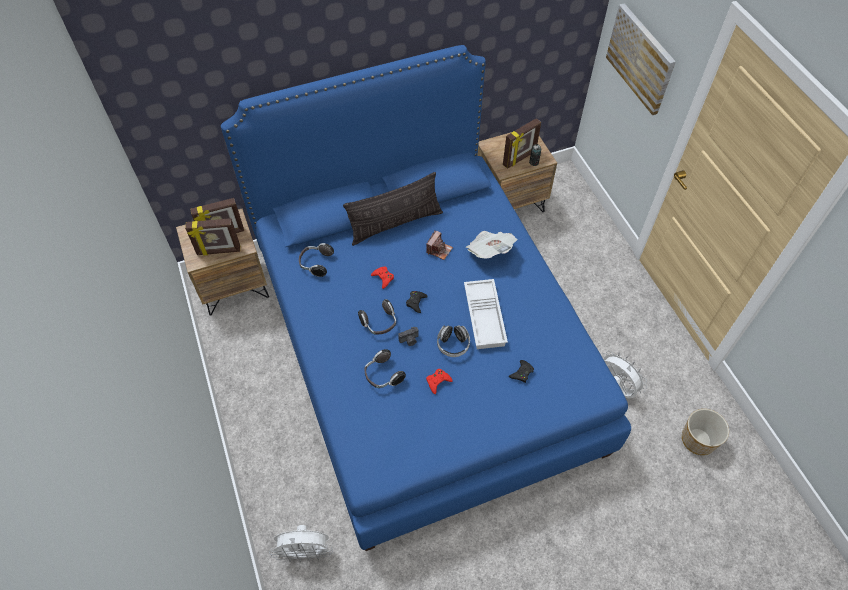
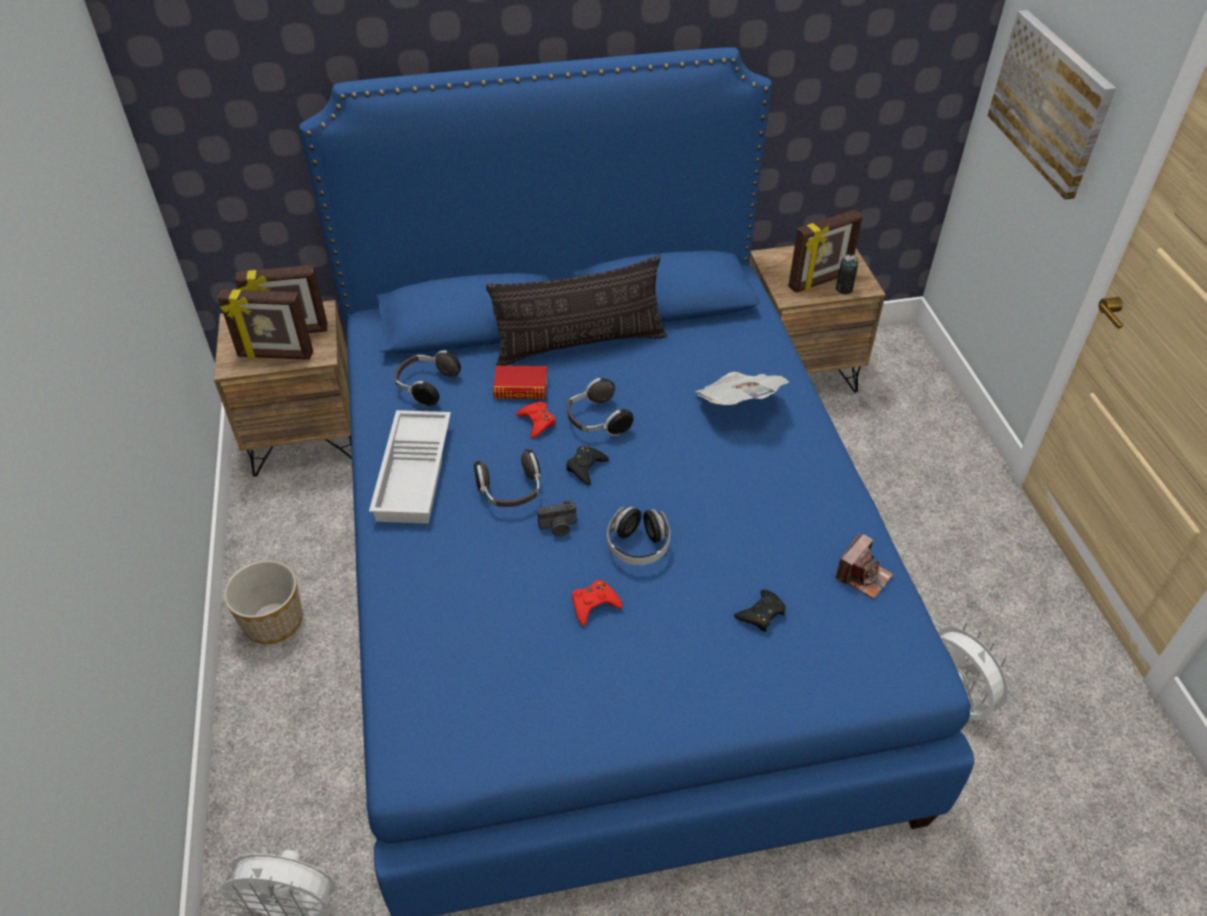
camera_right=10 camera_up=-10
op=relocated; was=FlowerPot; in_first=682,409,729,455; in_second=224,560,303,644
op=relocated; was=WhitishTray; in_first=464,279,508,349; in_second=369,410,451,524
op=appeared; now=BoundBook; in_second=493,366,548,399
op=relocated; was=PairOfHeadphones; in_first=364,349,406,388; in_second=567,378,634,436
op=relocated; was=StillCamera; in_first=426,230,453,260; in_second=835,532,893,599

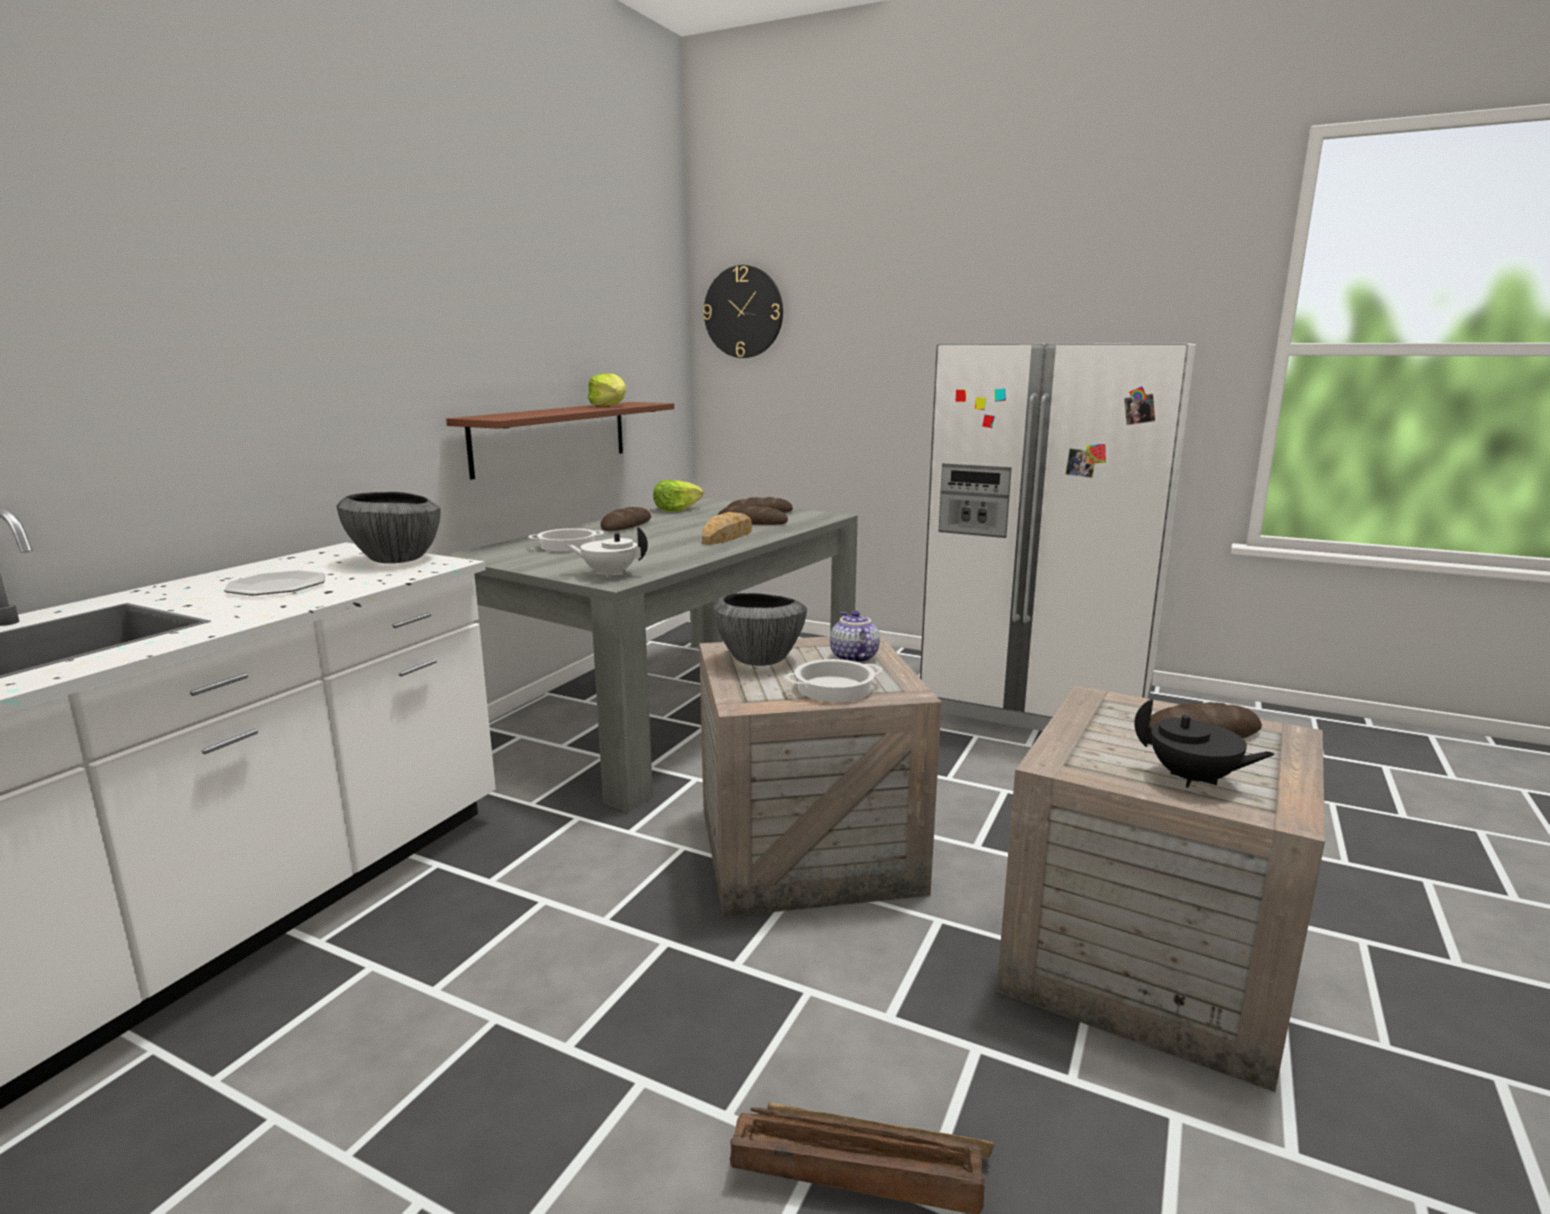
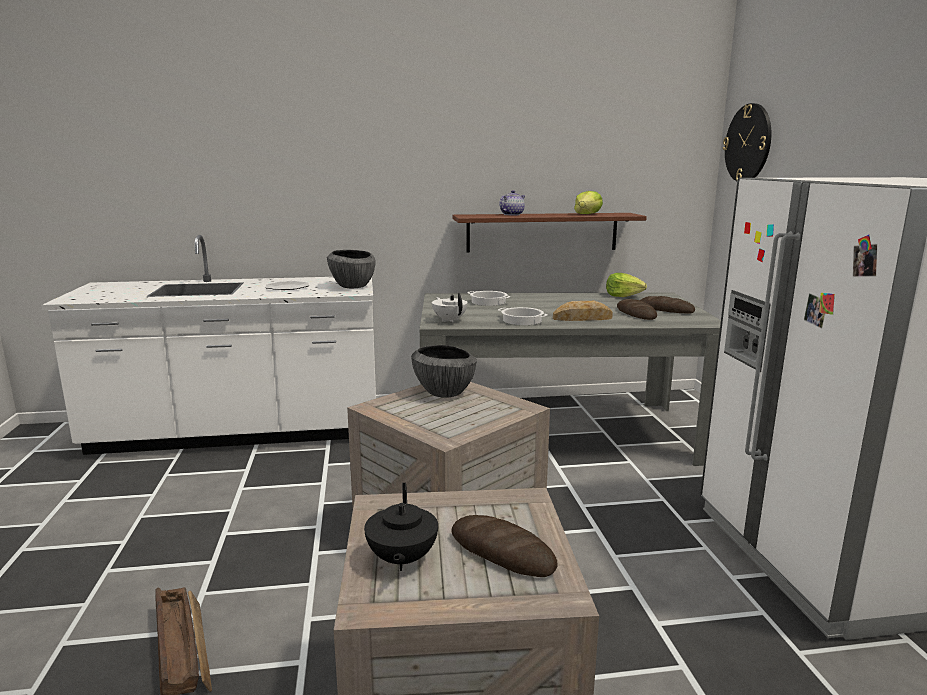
camera_right=55 camera_up=0
op=relocated; was=Saucepot; in_first=784,659,882,702; in_second=498,307,548,325
op=relocated; was=TeaPot; in_first=830,611,880,663; in_second=499,190,525,215
op=missing; was=BakedBread; in_first=600,507,651,531

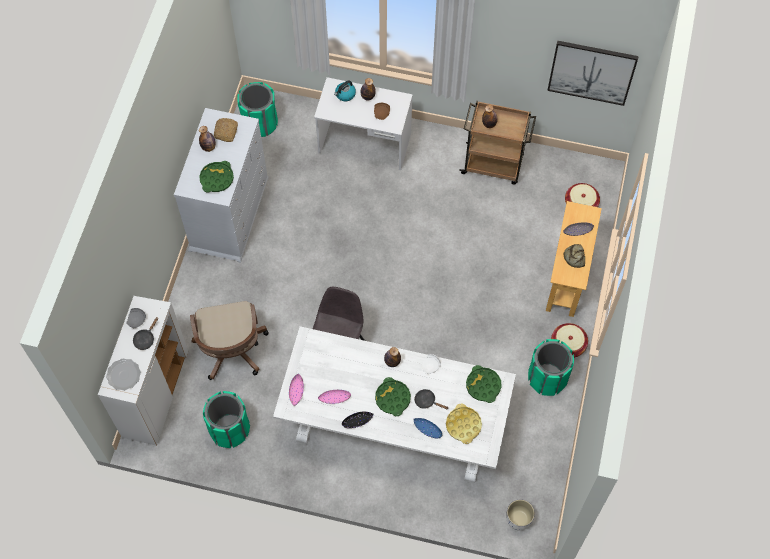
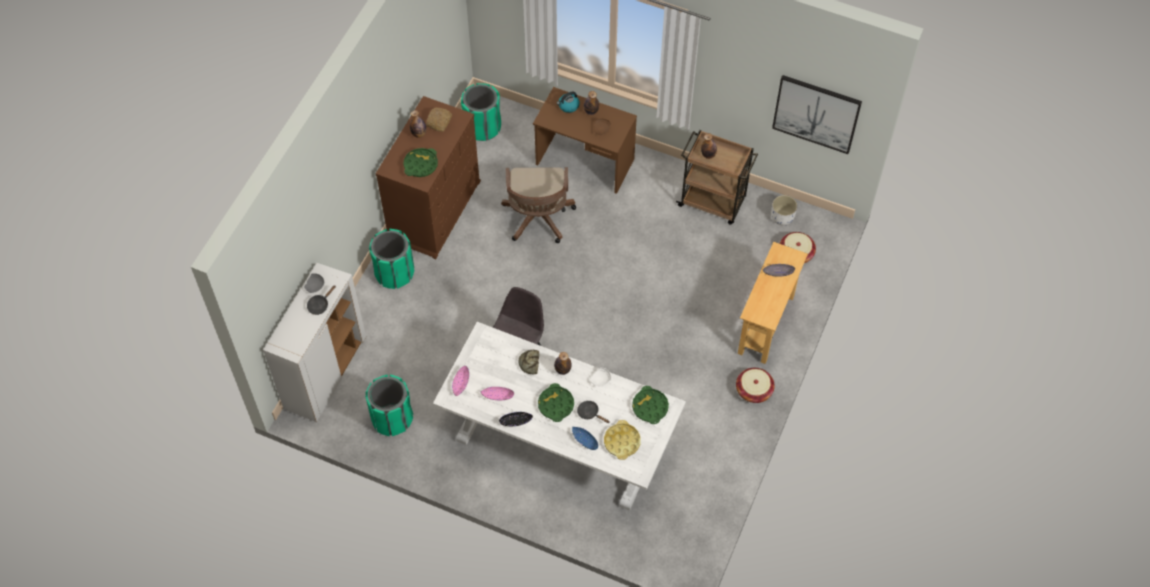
camera_right=10 camera_up=-5
op=relocated; was=GreenishTrashCan; in_first=528,339,574,396; in_second=369,229,414,289
op=colour; was=WhitishChestOfDrawers; now=BrownChestOfDrawers; in_first=174,108,269,263; in_second=376,96,481,259
op=relocated; was=BrownDeskChair; in_first=190,301,269,380; in_second=501,167,576,243
op=relocated; was=BakedBread; in_first=564,244,585,268; in_second=518,350,539,374
op=colour; was=WhitishDeskTable; now=BrownDeskTable; in_first=314,77,413,170; in_second=533,87,637,194
op=relocated; was=WhitishFlowerPot; in_first=506,500,535,531; in_second=771,195,797,226
op=missing; was=FlatDish; in_first=106,359,141,390

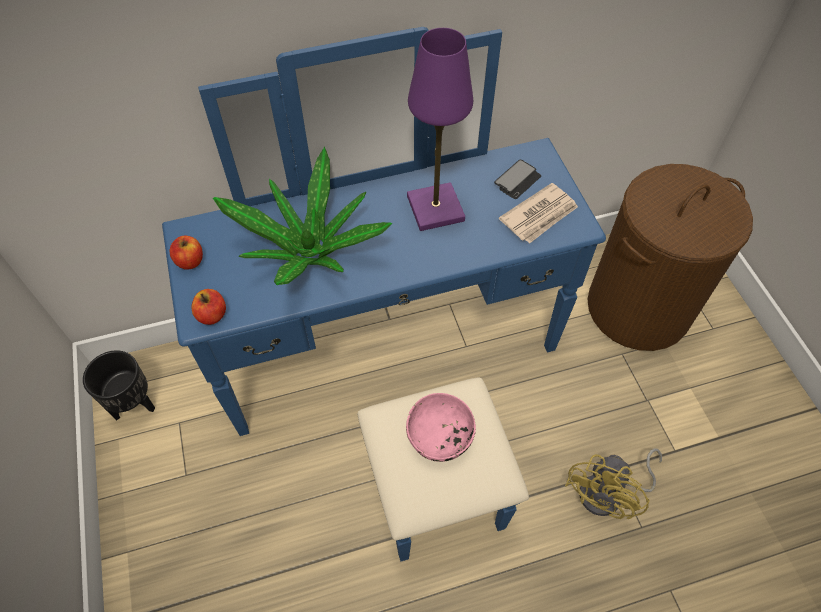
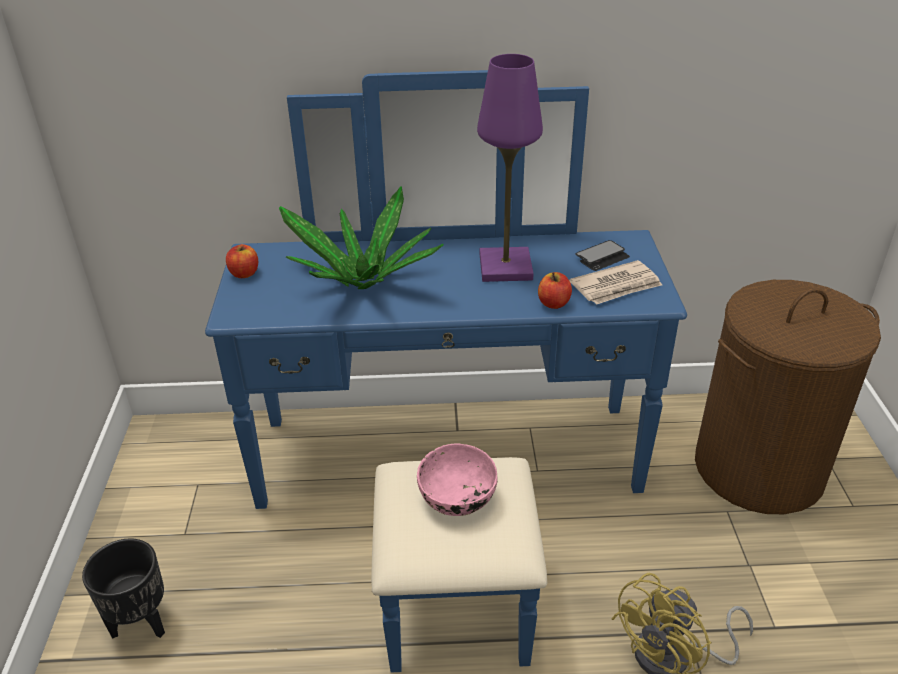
camera_right=15 camera_up=-20
op=relocated; was=BlackishFlowerPot; in_first=83,350,155,420; in_second=82,538,165,639
op=relocated; was=WholeApple; in_first=192,289,226,325; in_second=538,272,572,309

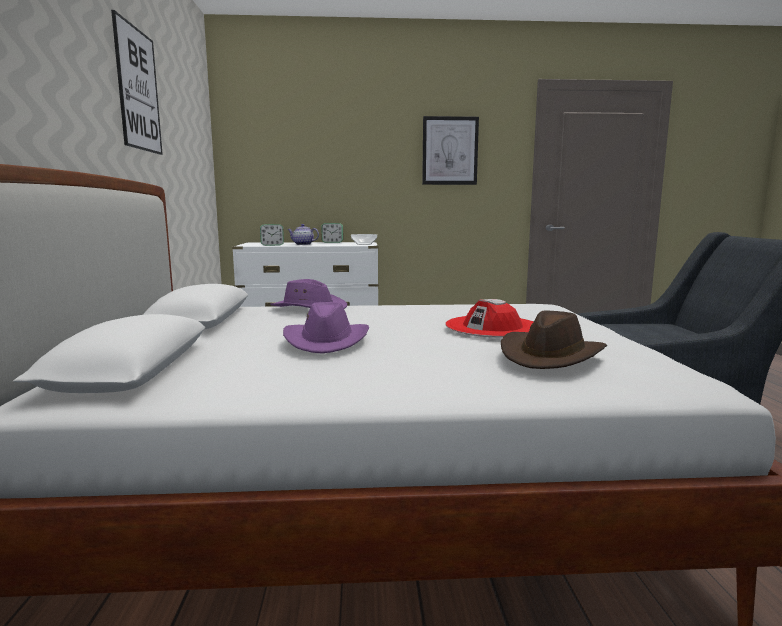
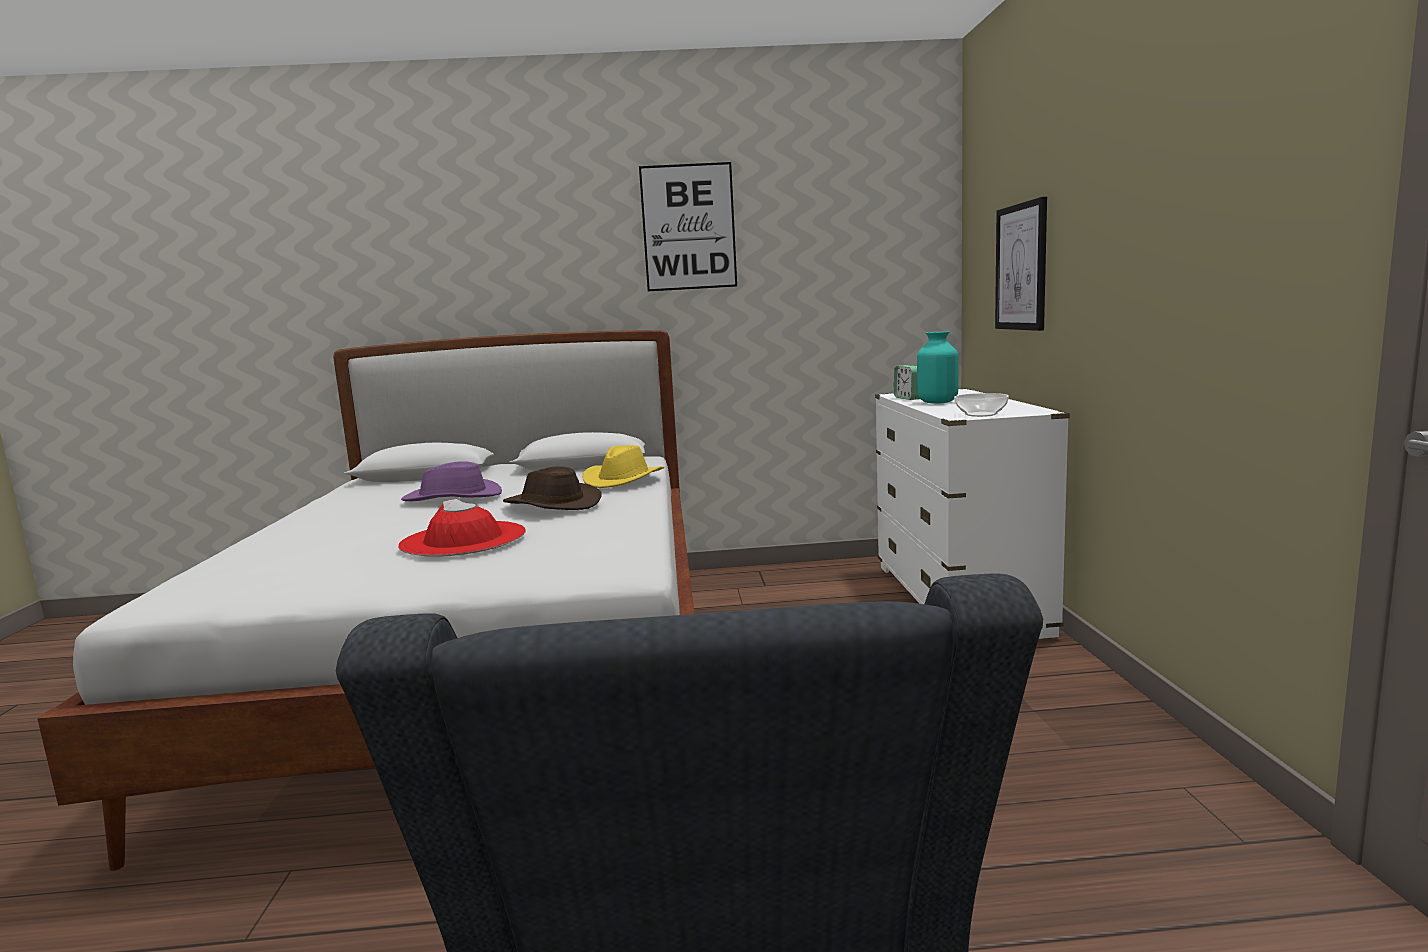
camera_right=90 camera_up=0
op=relocated; was=BrownHat; in_first=501,311,607,369; in_second=503,466,601,510
op=colour; was=PurplishHat; now=YellowishHat; in_first=270,279,347,309; in_second=583,445,664,488
op=exchanged; was=TeaPot; now=TurquoiseVase; in_first=287,224,319,245; in_second=917,331,959,404
op=relocated; was=Picture; in_first=422,116,479,185; in_second=995,196,1047,331
op=missing; was=BedsideClock; in_first=321,223,343,243

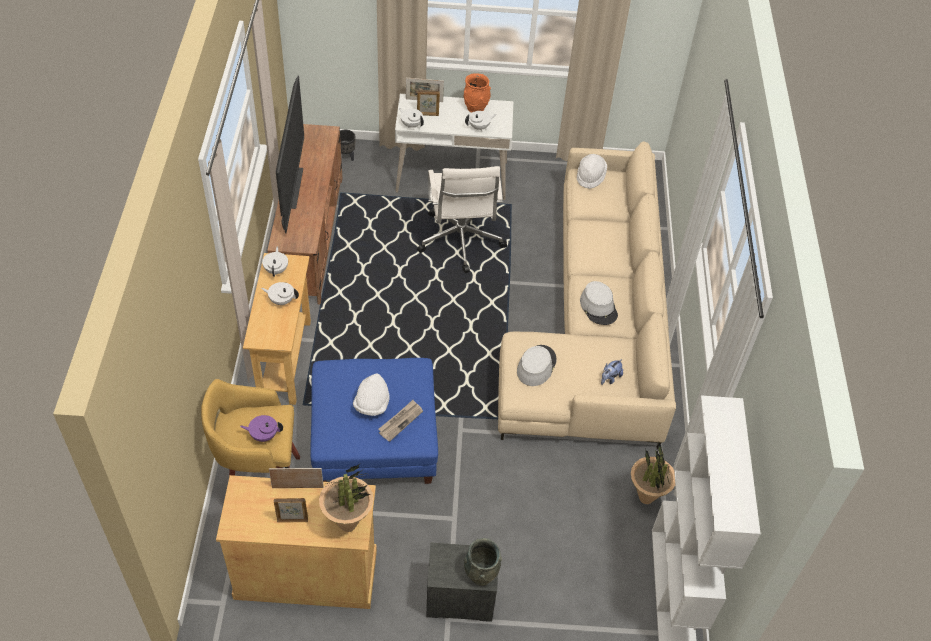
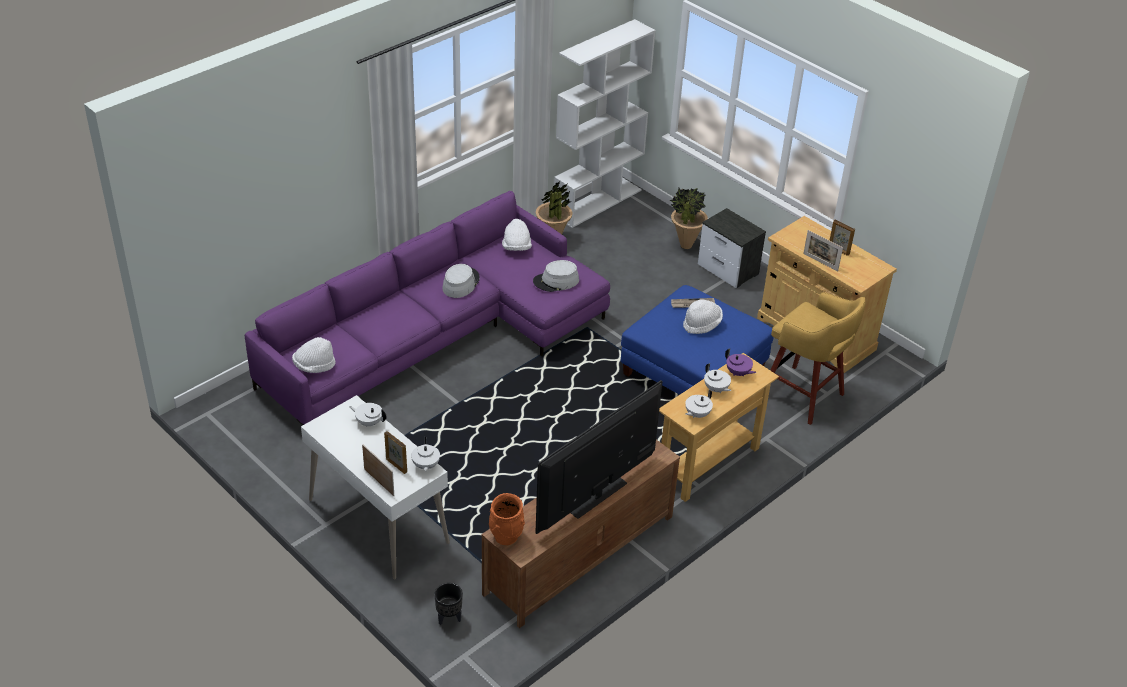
camera_right=-135 camera_up=-10
op=colour; was=BeigeCouch; now=PurplishCouch; in_first=498,142,676,449; in_second=245,191,610,425
op=relocated; was=OrangeVase; in_first=463,73,491,113; in_second=489,493,525,545
op=exchanged; was=CuddlyToy; now=WhitishHat; in_first=601,359,623,385; in_second=502,219,532,251
op=relocated; was=PlantInAPot; in_first=319,464,373,532; in_second=670,188,708,249
op=relocated; was=PurplishTeaPot; in_first=240,415,283,442; in_second=725,349,756,376
op=missing; was=WhitishDeskChair; in_first=417,166,507,273
op=missing; was=GreyishVase; in_first=464,538,502,586

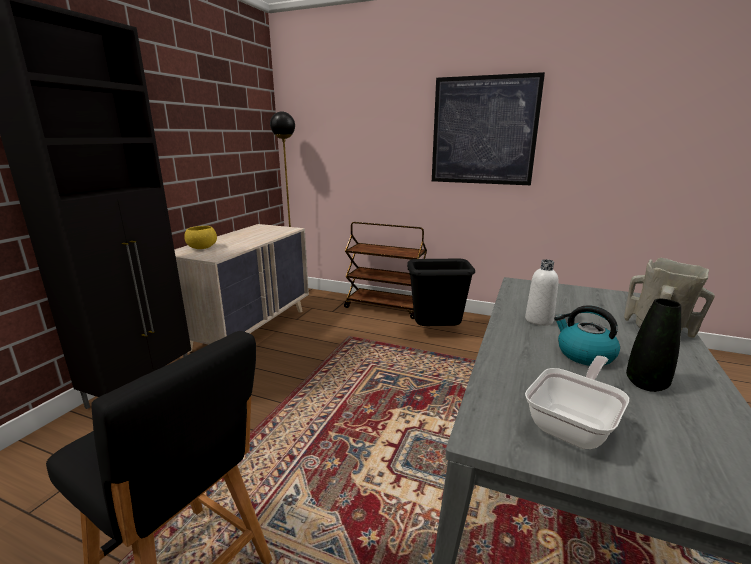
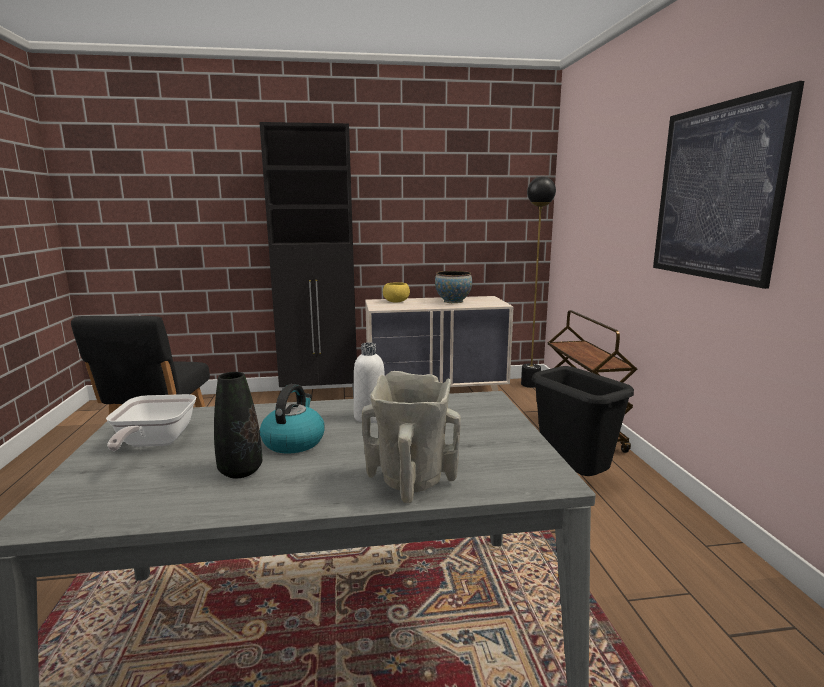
camera_right=60 camera_up=-5
op=spun; was=Pan; in_first=525,356,629,449; in_second=106,394,196,451; clockwise=75
op=appeared; now=DeepDish; in_second=435,271,472,303

